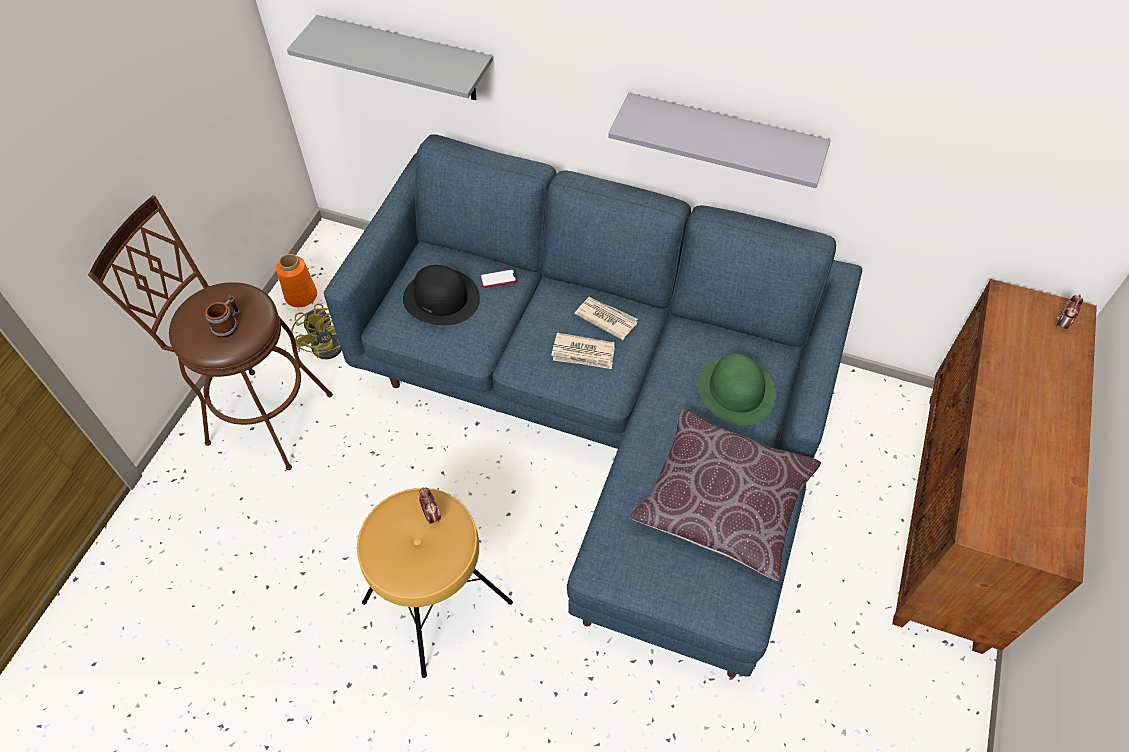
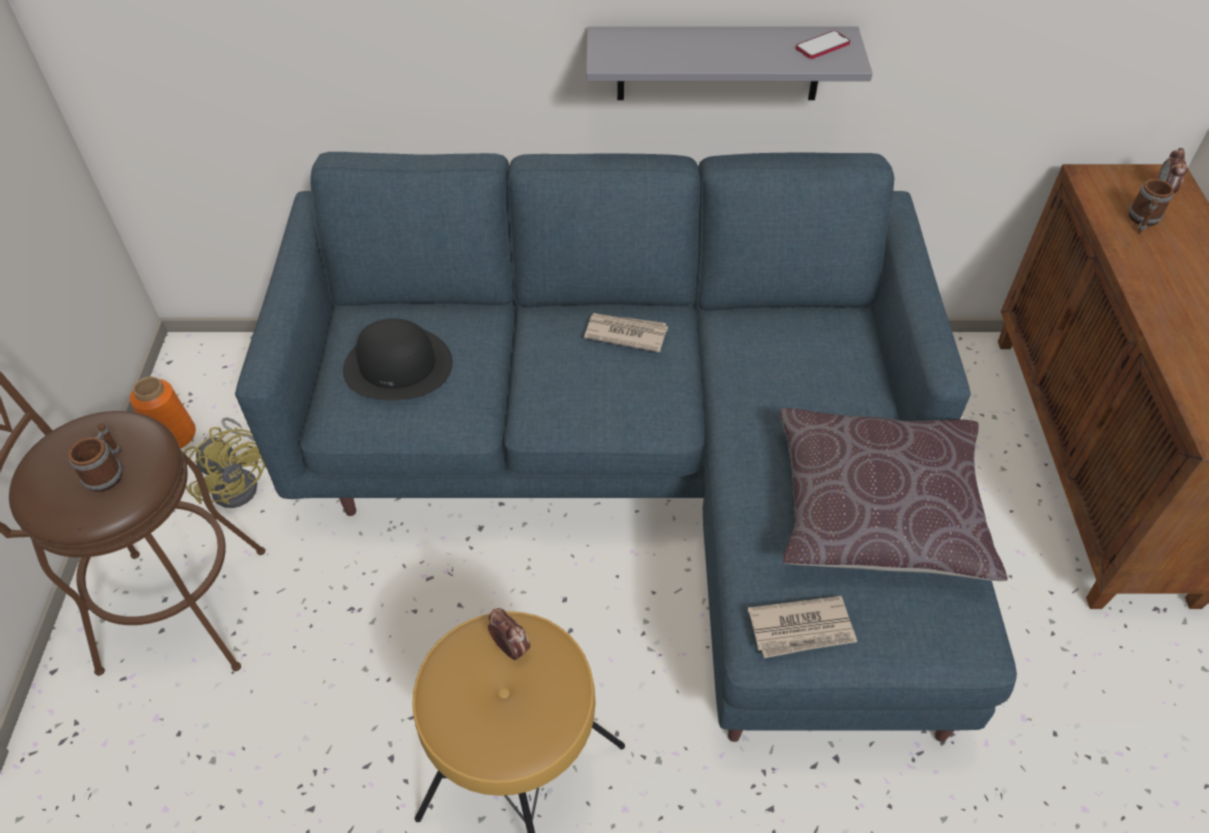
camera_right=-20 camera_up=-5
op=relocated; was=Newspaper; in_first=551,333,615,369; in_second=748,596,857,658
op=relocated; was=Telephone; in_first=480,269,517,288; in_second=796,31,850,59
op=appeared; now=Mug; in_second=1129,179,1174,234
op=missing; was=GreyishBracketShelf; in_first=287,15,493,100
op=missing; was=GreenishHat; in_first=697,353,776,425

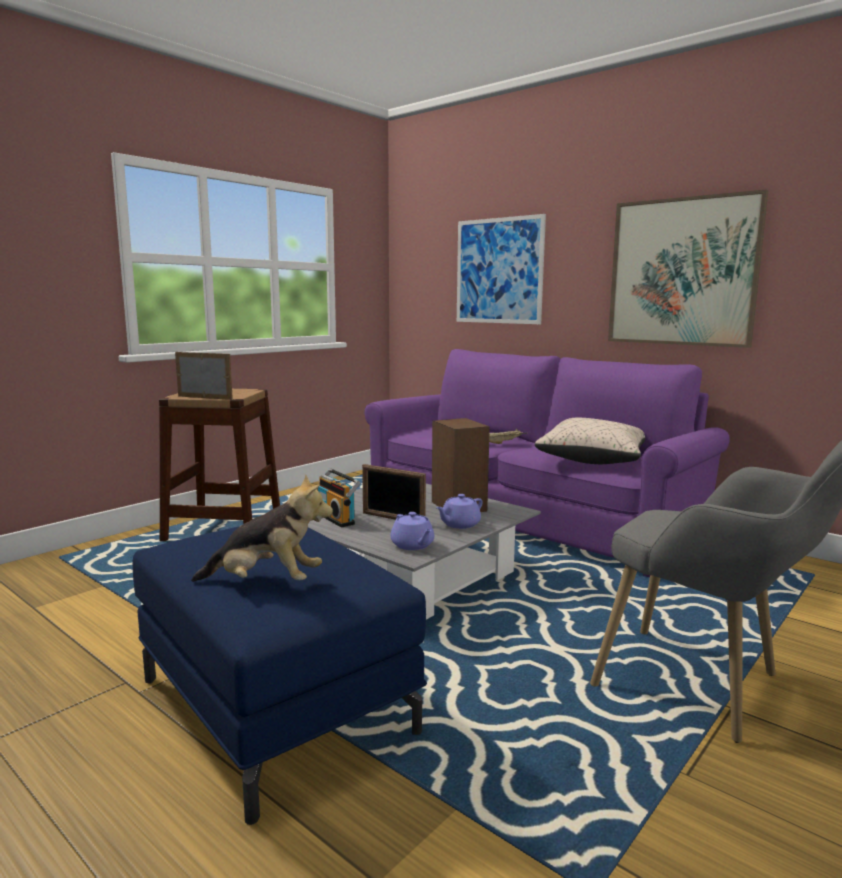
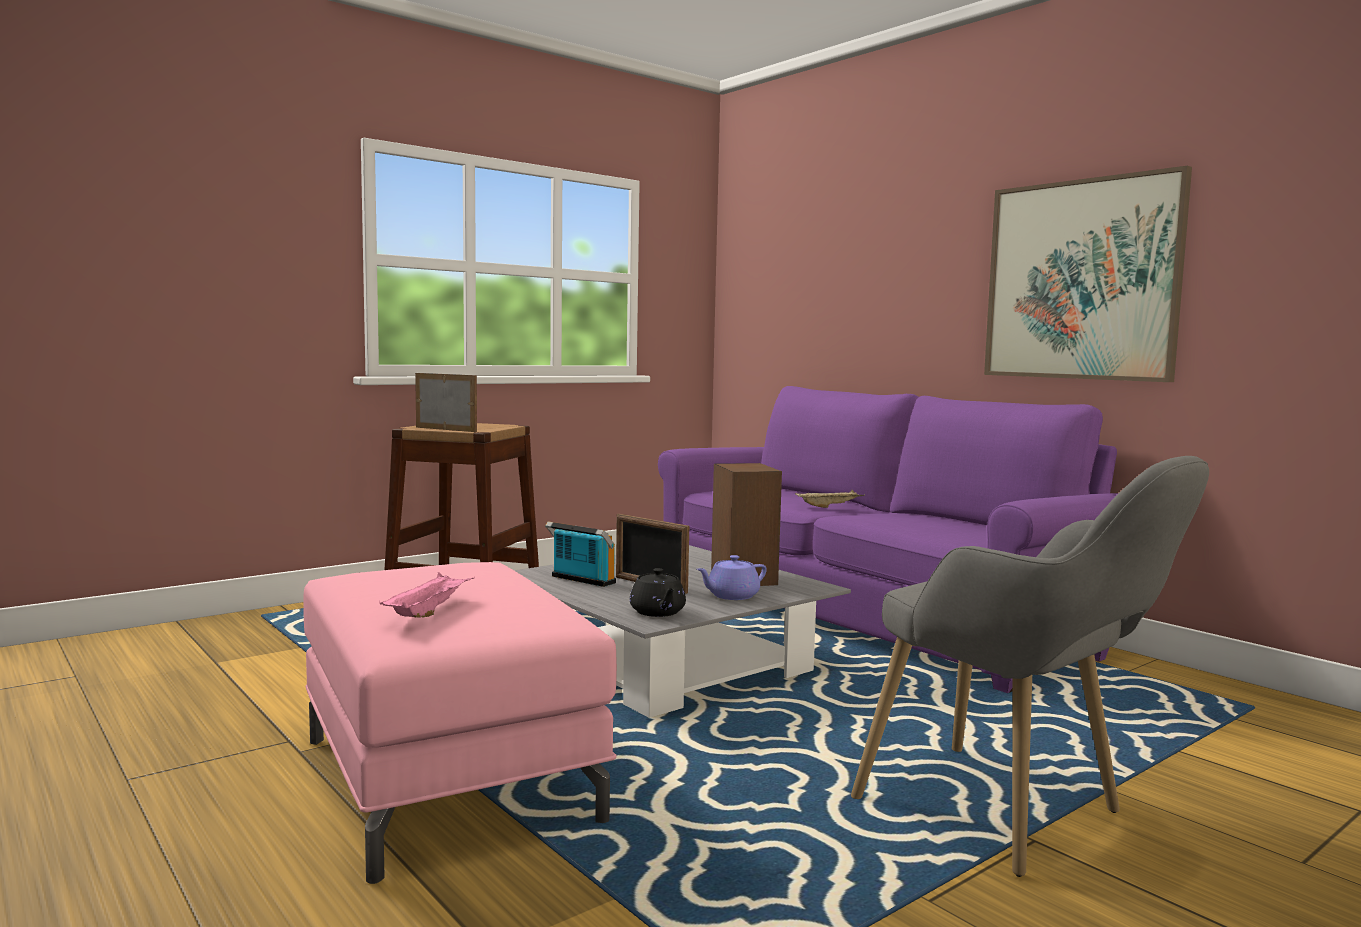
camera_right=10 camera_up=-5
op=colour; was=BluishOttoman; now=PinkOttoman; in_first=133,526,427,825; in_second=303,562,617,884
op=exchanged; was=CuddlyToy; now=PinkTray; in_first=191,474,333,582; in_second=379,572,475,618
op=spun; was=Radio; in_first=317,468,360,528; in_second=545,521,616,587; clockwise=150
op=colour; was=PurplishTeaPot; now=BlackishTeaPot; in_first=390,512,434,550; in_second=630,568,686,617
op=missing; was=Picture; in_first=457,214,546,324
op=missing; was=BeigeCushion; in_first=535,418,645,464

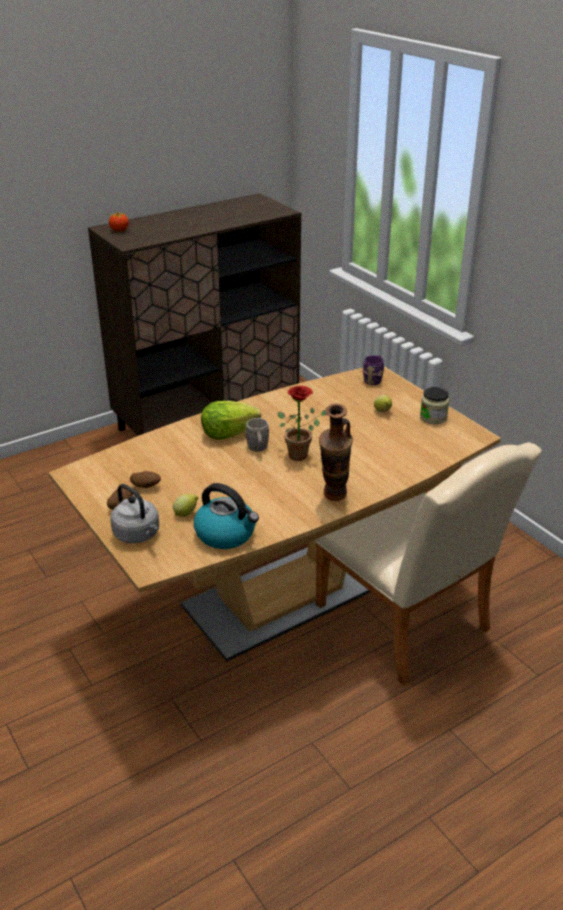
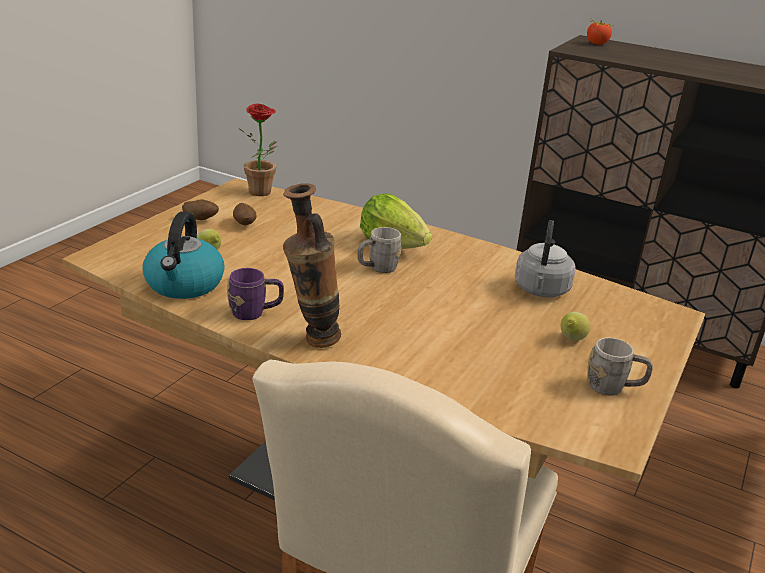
camera_right=60 camera_up=-5
op=relocated; was=PurplishMug; in_first=362,355,384,385; in_second=227,268,284,320
op=relocated; was=PlantInAPot; in_first=278,386,327,461; in_second=240,104,277,196
op=relocated; was=GreyishWaterKettle; in_first=110,484,159,543; in_second=515,220,576,297
op=exchanged; was=StorageJar; now=GreyishMug; in_first=420,387,449,424; in_second=587,337,653,396

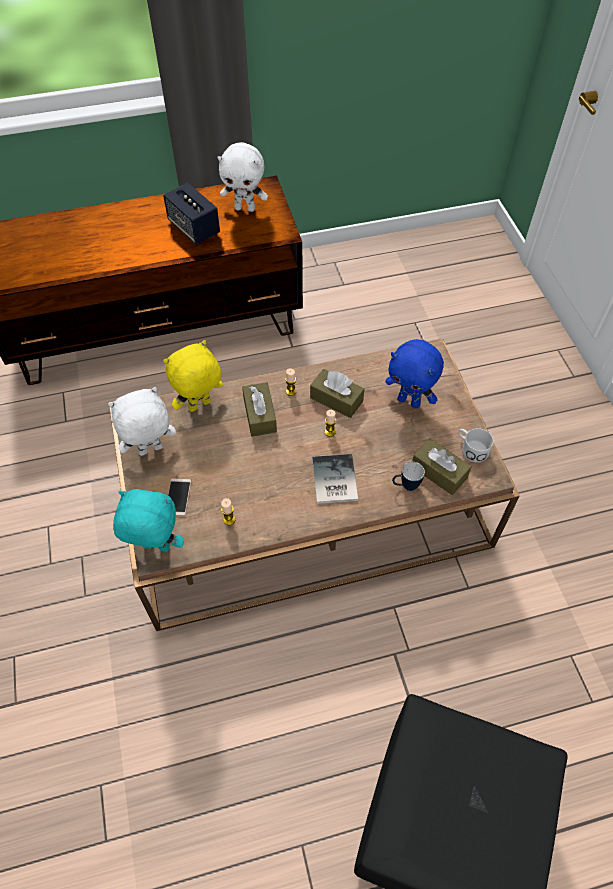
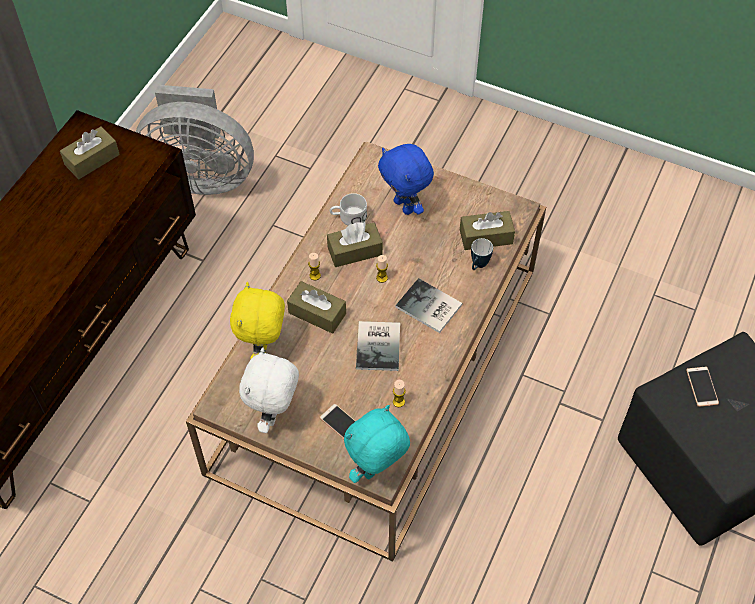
camera_right=-50 camera_up=0
op=exchanged; was=WhitishCuddlyToy; now=BrownTissueHolder; in_first=218,142,268,212; in_second=60,126,120,179
op=appeared; now=GreyishFan; in_second=136,85,254,195
op=relocated; was=WhitishMug; in_first=458,428,493,462; in_second=330,193,367,226
op=appeared; now=BoundBook; in_second=356,321,400,371
op=spun; was=BluishCuddlyToy; in_first=385,339,444,408; in_second=378,144,434,215; clockwise=75
op=appeared; now=Telephone; in_second=686,367,719,407
op=missing; was=Loudspeaker; in_first=163,183,220,244

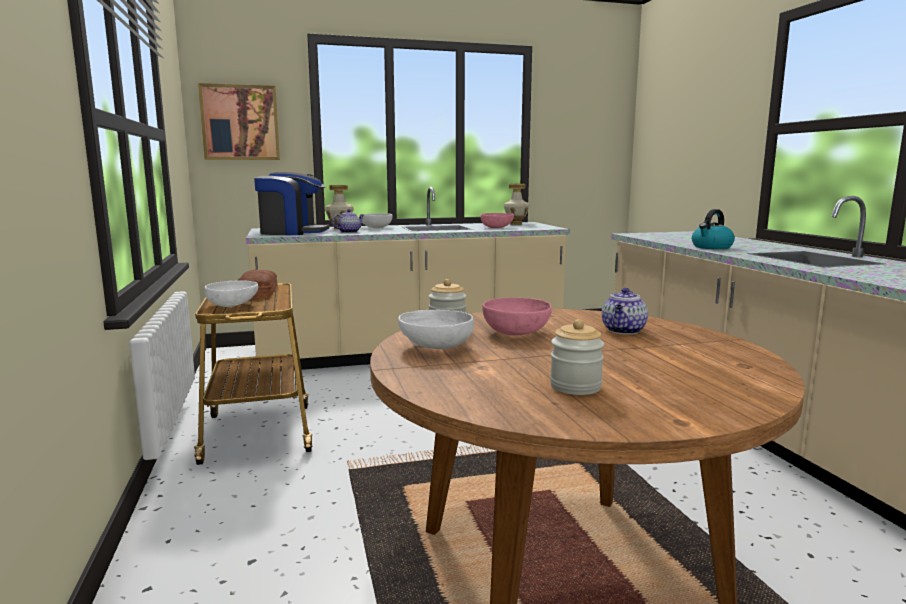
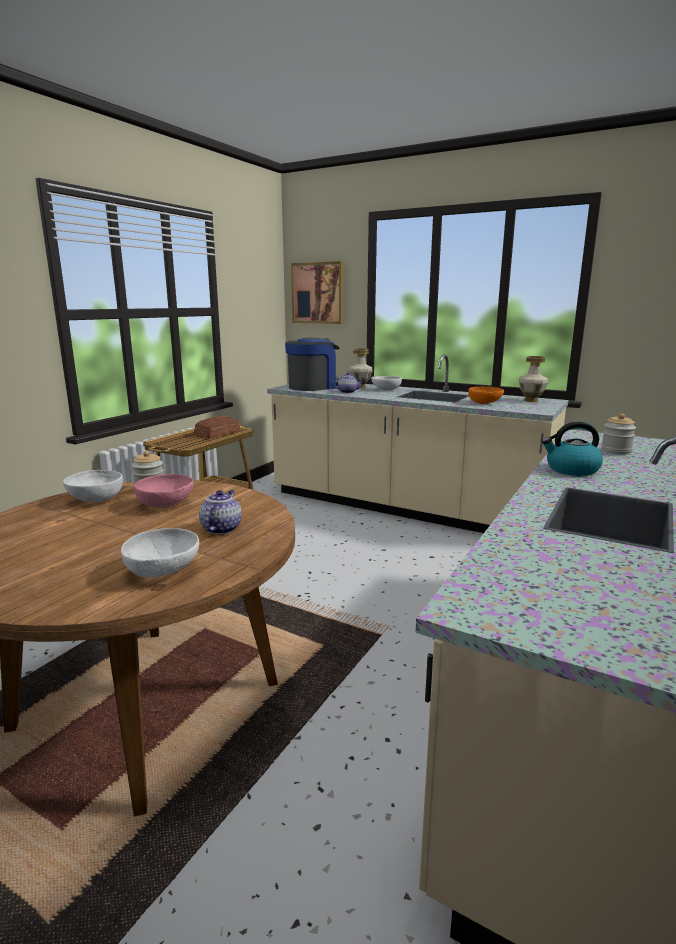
camera_right=45 camera_up=5
op=relocated; was=WhitishDeepDish; in_first=204,280,258,307; in_second=121,528,199,578
op=spun; was=TeaPot; in_first=602,288,648,334; in_second=199,490,242,534; clockwise=120
op=spun; was=CoffeeMachine; in_first=254,172,329,235; in_second=285,338,339,391; clockwise=-90
op=colour; was=PinkDeepDish; now=OrangeDeepDish; in_first=481,213,514,228; in_second=468,387,504,404
op=relocated; was=StorageJar; in_first=550,319,604,395; in_second=601,414,636,455

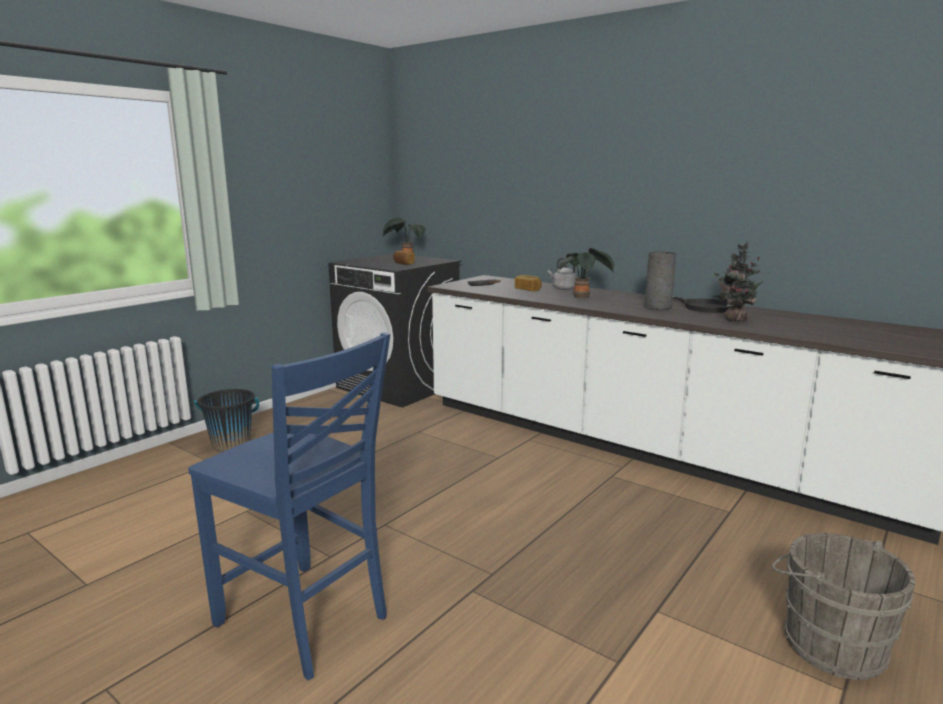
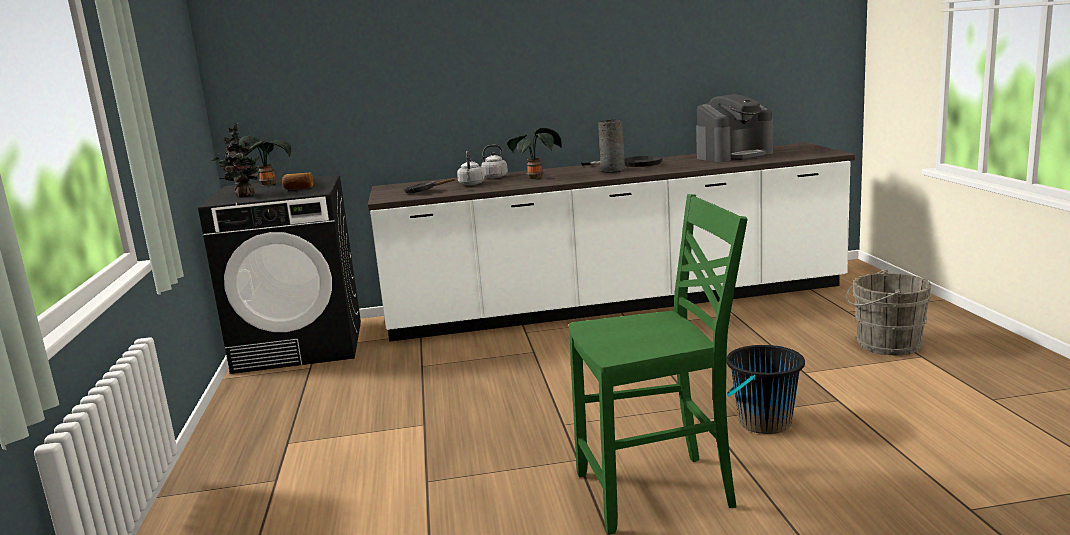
camera_right=-45 camera_up=0
op=relocated; was=PlantInAPot; in_first=711,240,763,322; in_second=211,123,261,197
op=exchanged; was=BakedBread; now=GreyishWaterKettle; in_first=515,275,542,291; in_second=457,151,485,186
op=colour; was=BluishPlainChair; now=GreenishPlainChair; in_first=188,332,390,680; in_second=569,194,747,535
op=appeared; now=CoffeeMachine; in_second=696,94,773,162
op=relocated; was=BlackishBucket; in_first=194,389,259,451; in_second=727,345,805,434

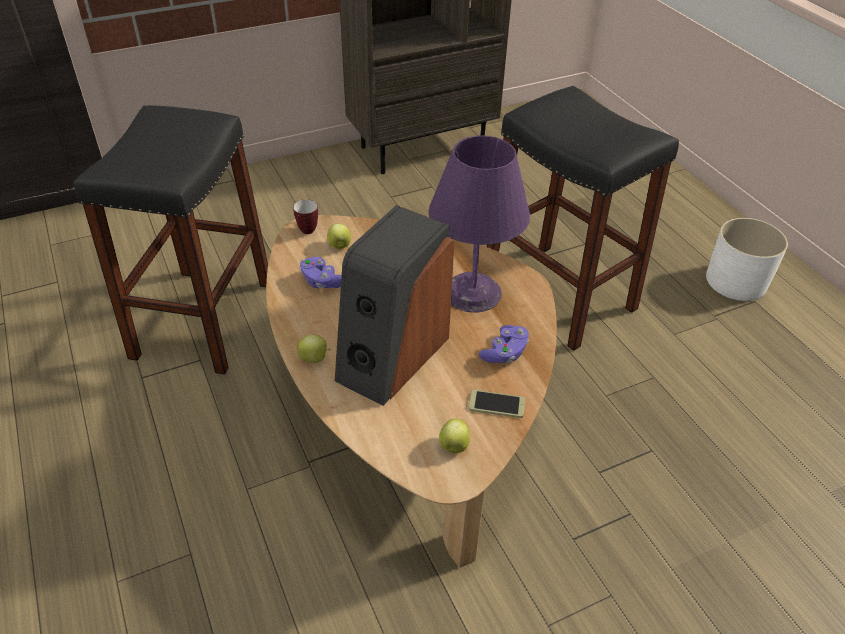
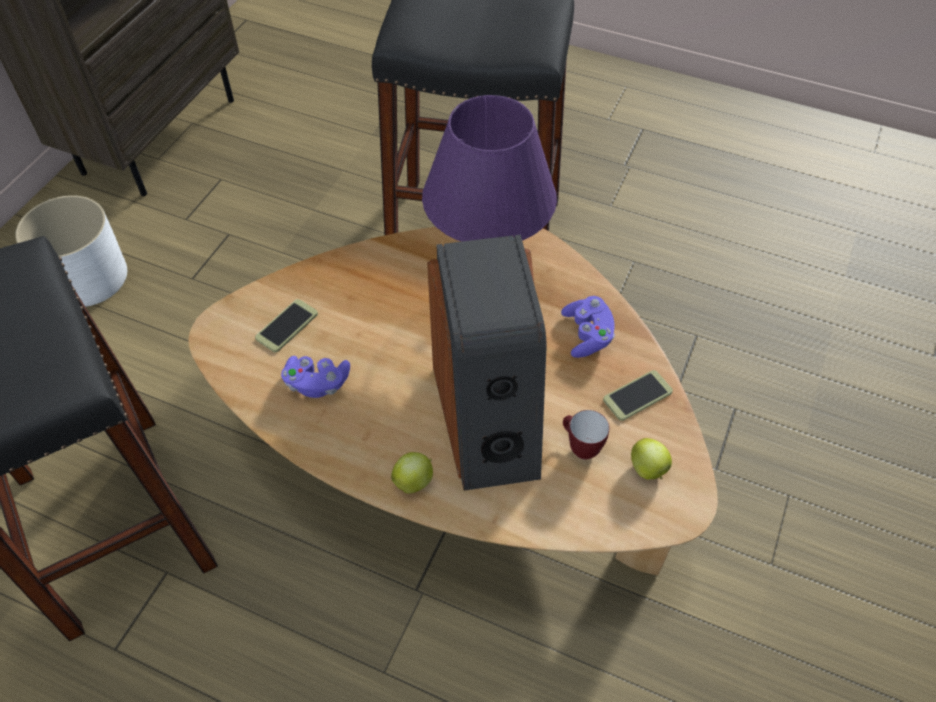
camera_right=-40 camera_up=10
op=relocated; was=WhitishFlowerPot; in_first=706,218,788,301; in_second=15,195,127,307
op=exchanged; was=WholeApple; now=Telephone; in_first=327,223,351,249; in_second=255,299,318,352
op=relocated; was=Mug; in_first=293,200,318,234; in_second=563,410,609,460

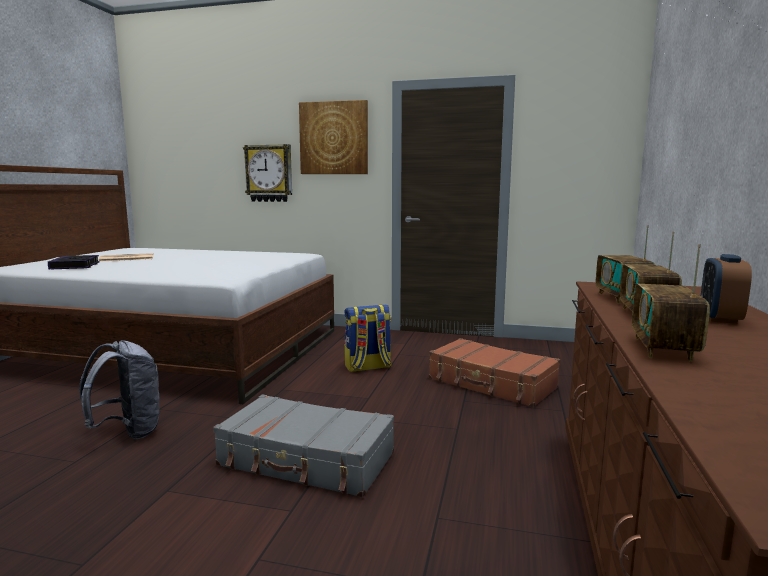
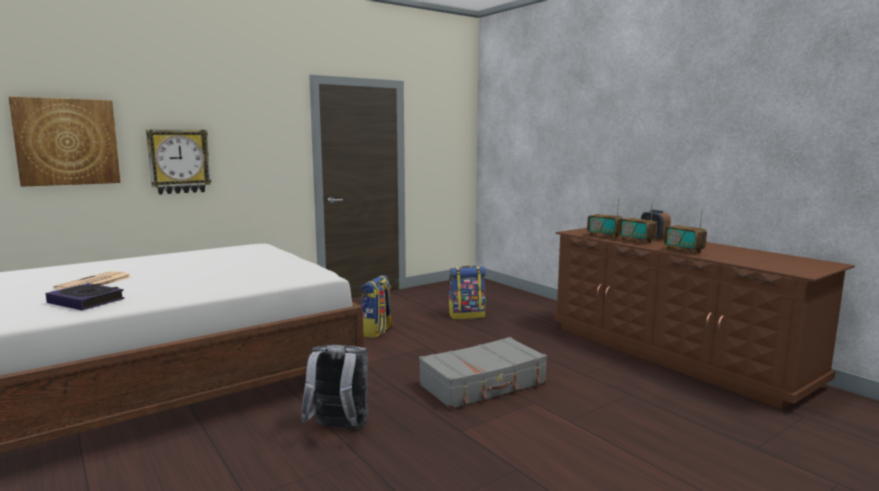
camera_right=-50 camera_up=0
op=relocated; was=Picture; in_first=299,100,368,174; in_second=9,97,121,187
op=exchanged; was=BrownPieceOfLuggage; now=Backpack; in_first=429,338,560,407; in_second=449,266,486,319

